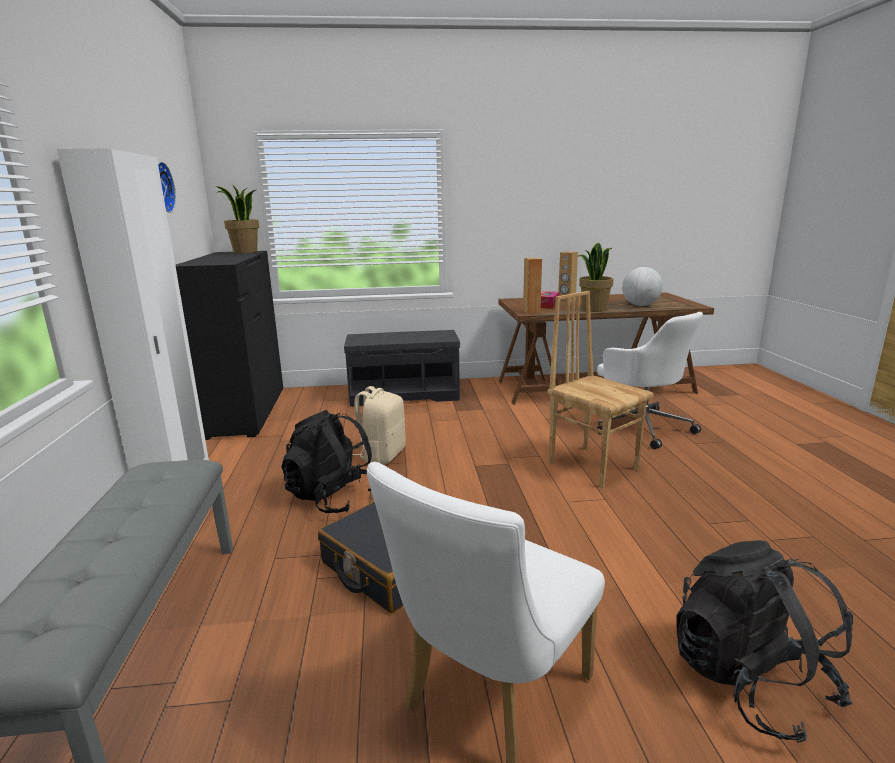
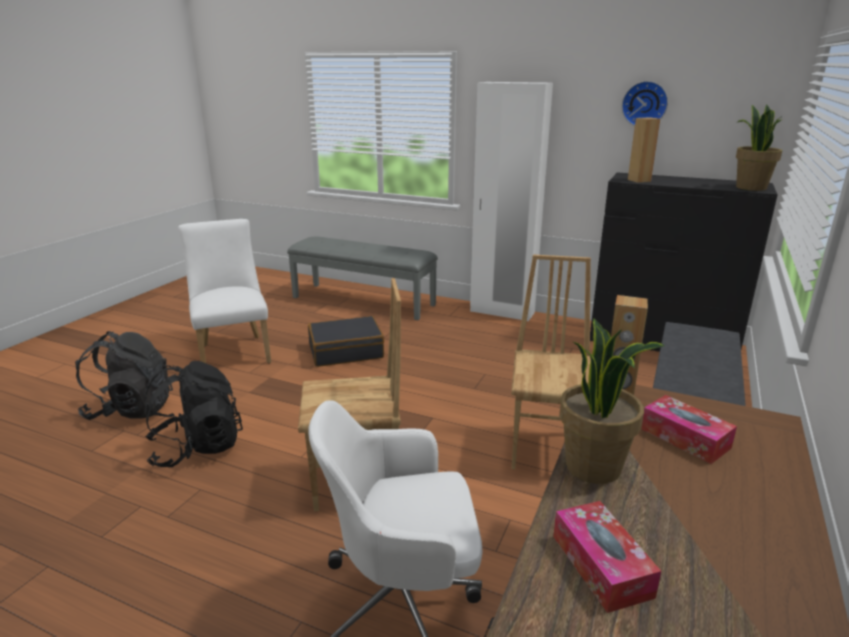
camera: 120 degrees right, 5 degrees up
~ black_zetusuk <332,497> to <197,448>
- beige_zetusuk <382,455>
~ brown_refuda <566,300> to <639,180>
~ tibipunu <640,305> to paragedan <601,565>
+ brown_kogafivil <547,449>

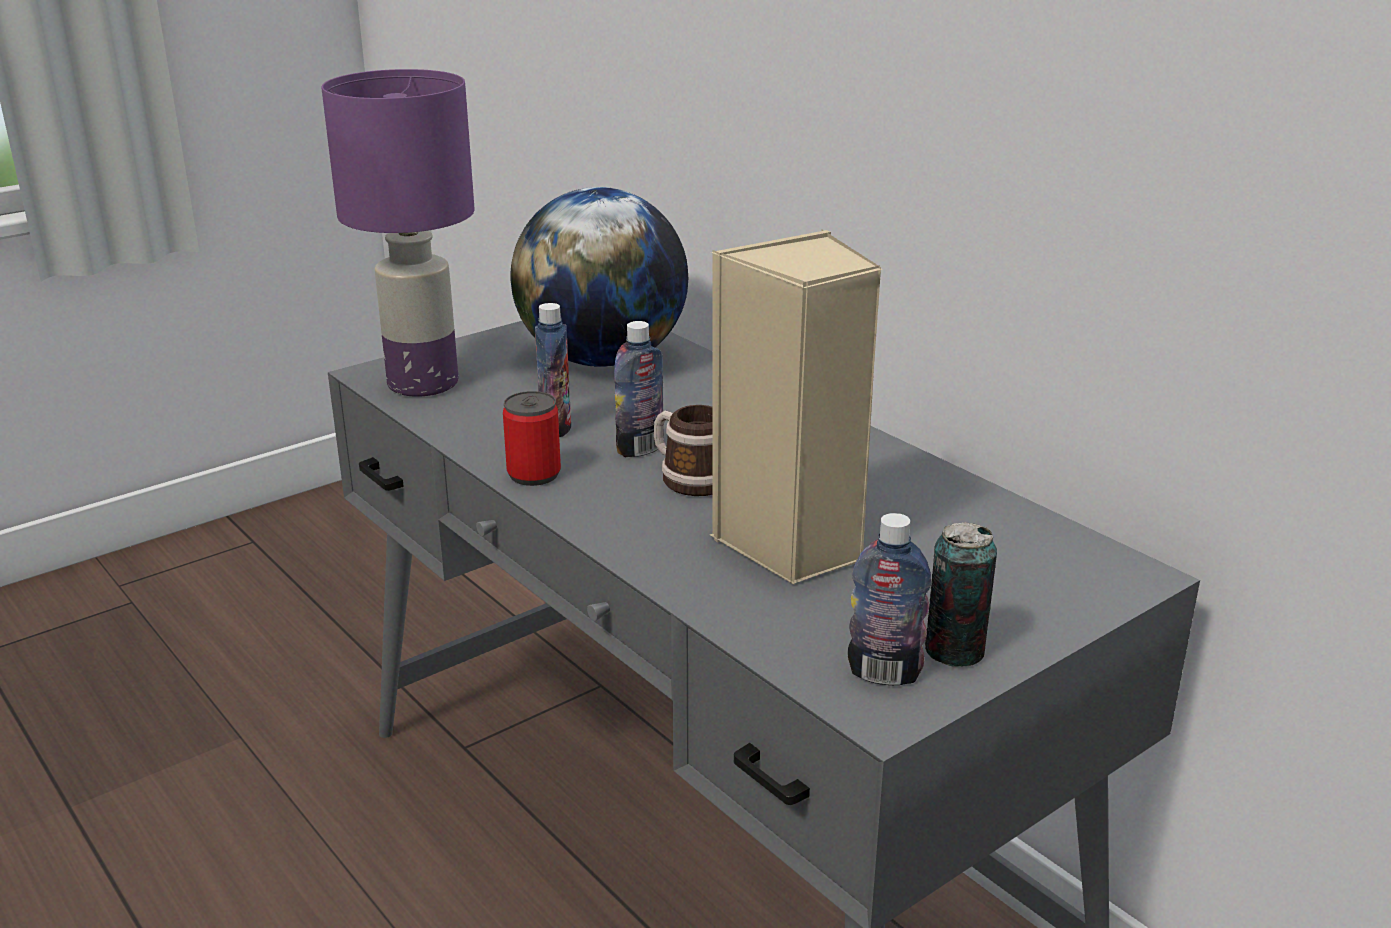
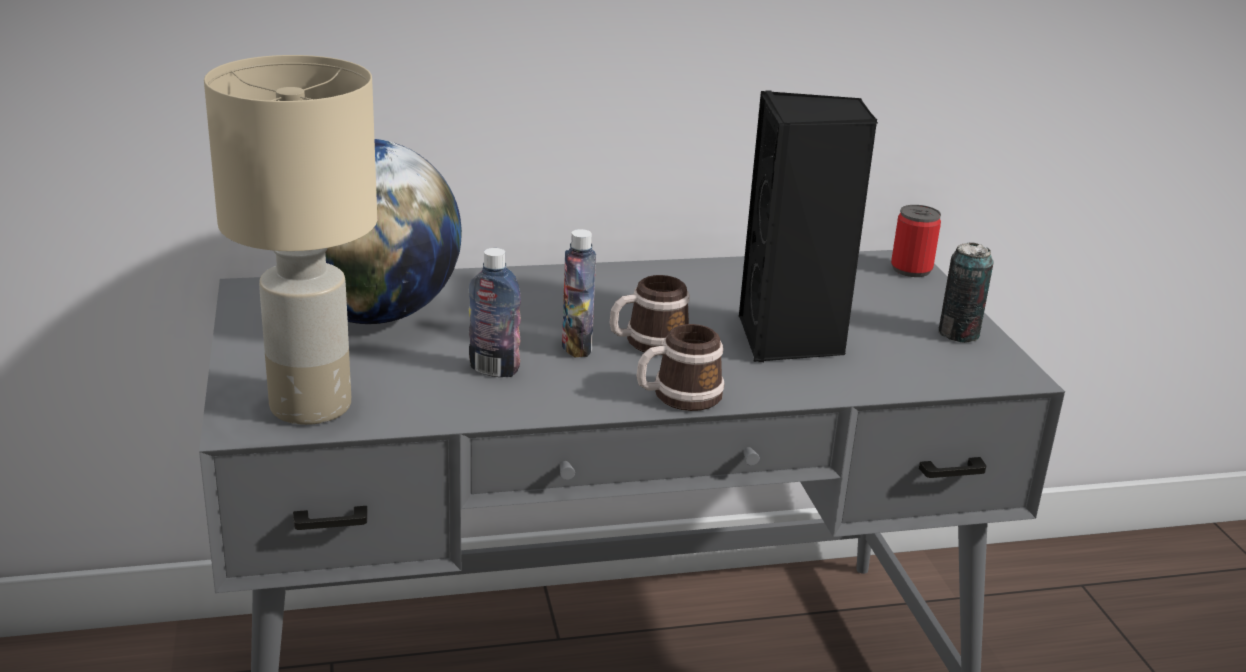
camera: 65 degrees left, 0 degrees up
~ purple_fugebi <422,383> to beige_fugebi <308,406>
~ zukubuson <534,474> to <911,269>
~ beige_refuda <792,546> to black_refuda <791,340>
- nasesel <884,673>
+ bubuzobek <678,397>

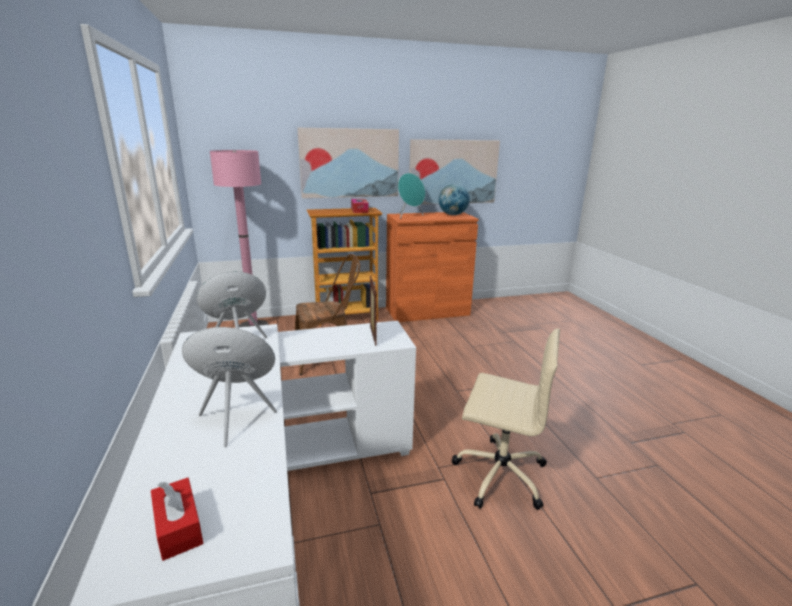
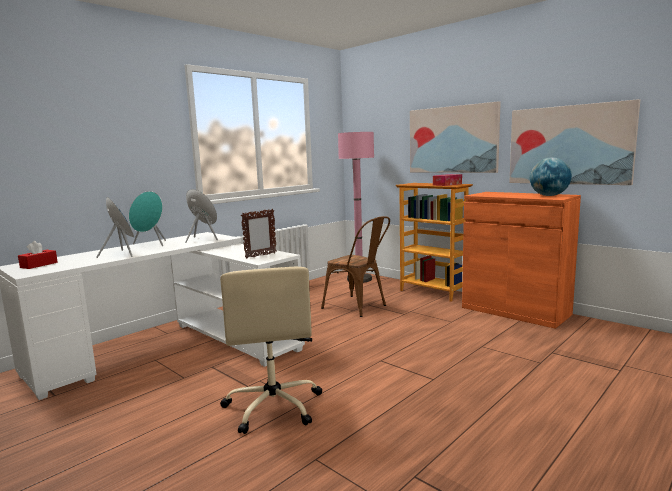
camera: 60 degrees right, 10 degrees down
~ turquoise_refuda <410,216> to <151,244>

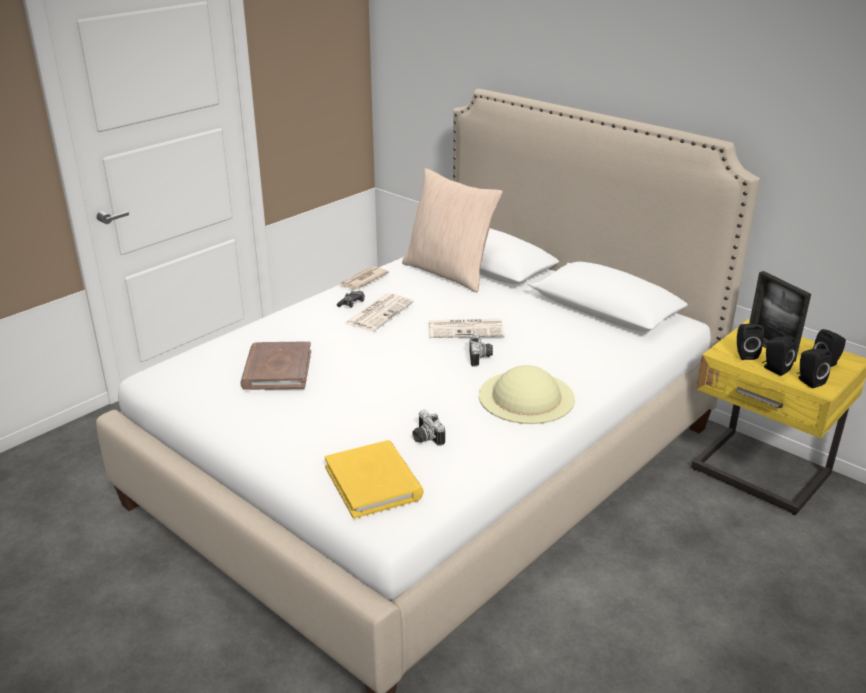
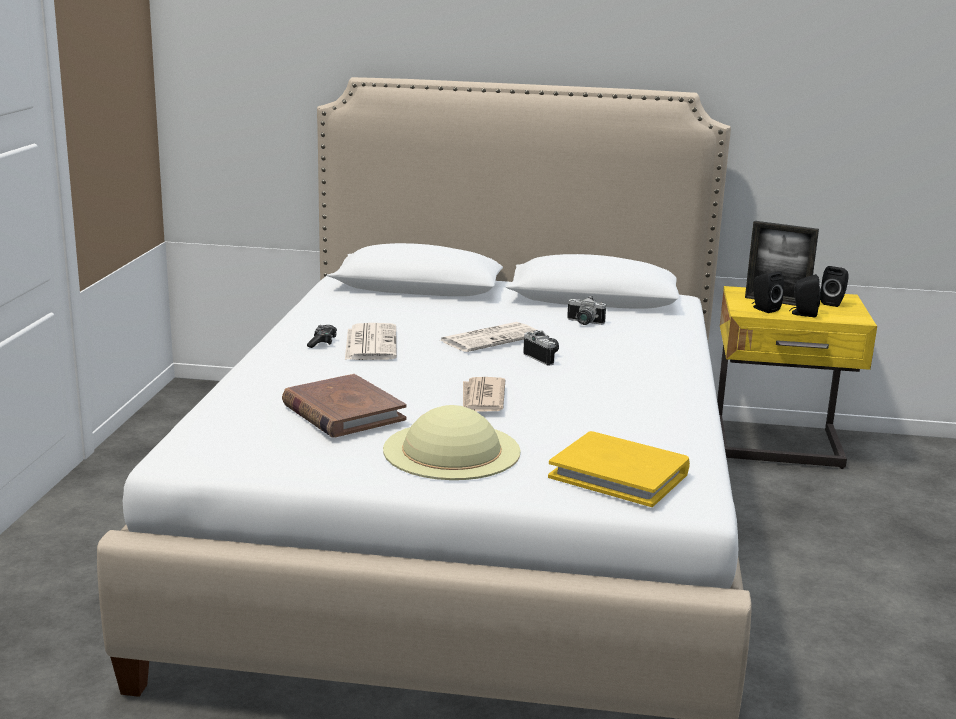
camera: 35 degrees left, 10 degrees down
~ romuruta <363,280> to <482,399>
- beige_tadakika <449,272>
~ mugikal <425,438> to <583,323>
~ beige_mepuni <526,396> to <451,450>
- black_refuda <808,381>

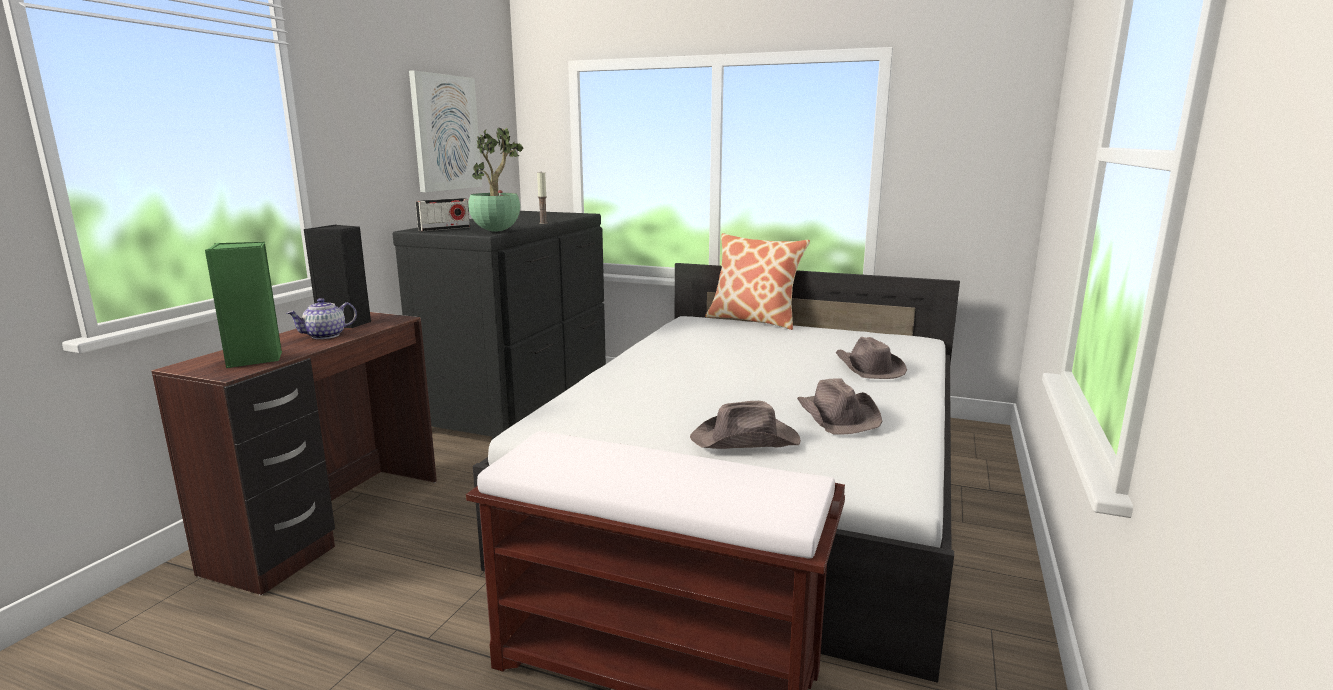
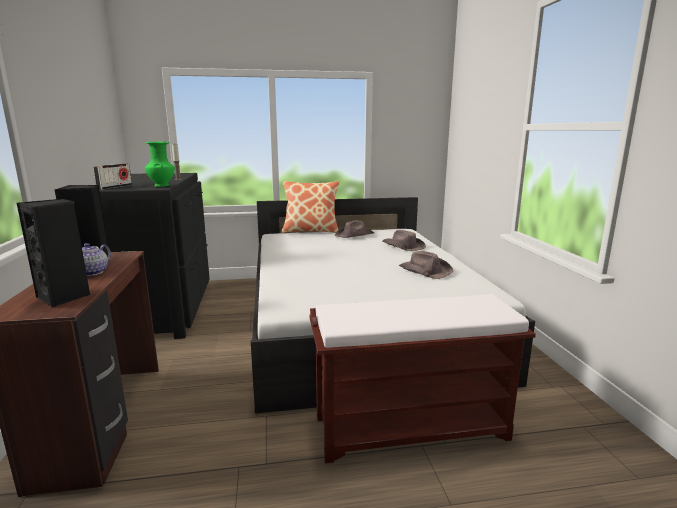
camera: 30 degrees left, 0 degrees up
~ green_refuda <254,359> to black_refuda <64,297>
- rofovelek <445,133>
~ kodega <497,231> to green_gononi <161,185>
~ brown_mepuni <746,440> to <355,235>

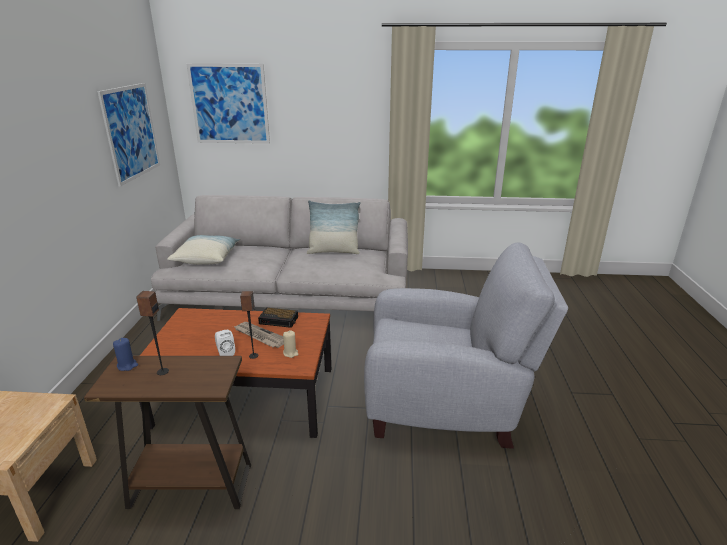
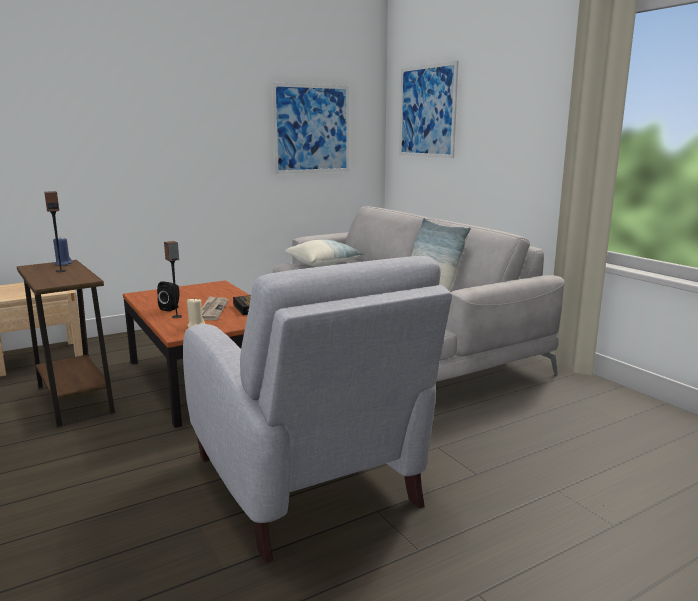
camera: 55 degrees right, 10 degrees down
~ white_refuda <225,353> to black_refuda <171,308>

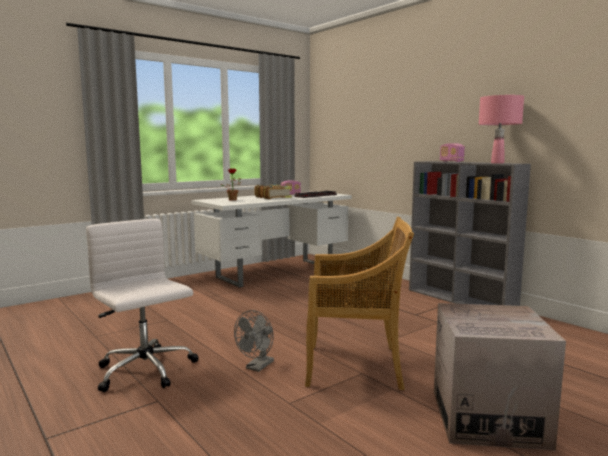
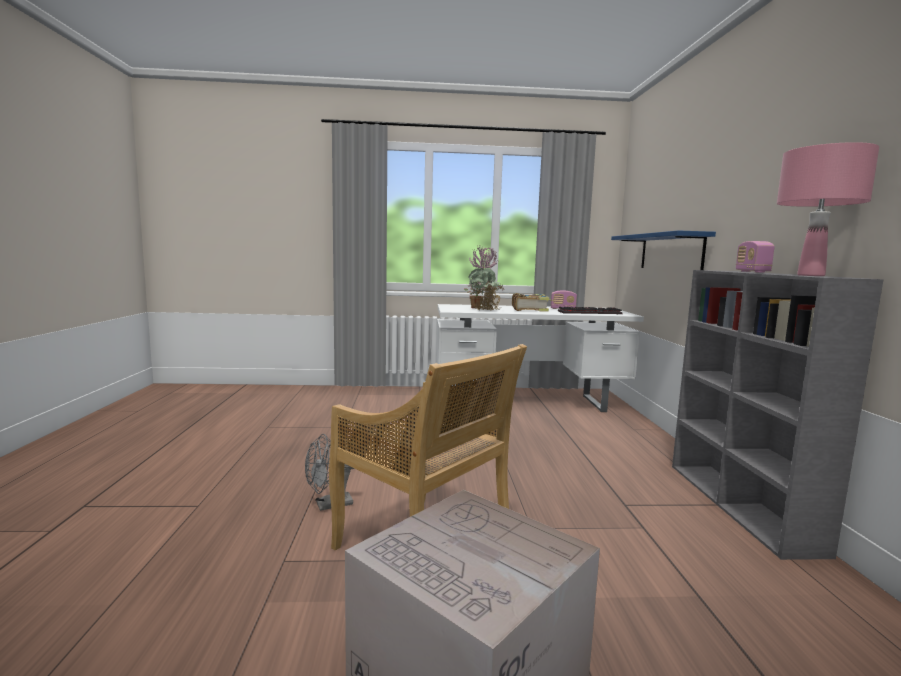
camera: 35 degrees right, 0 degrees up
- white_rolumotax <146,371>
+ kodega <485,311>
+ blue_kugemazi <670,252>

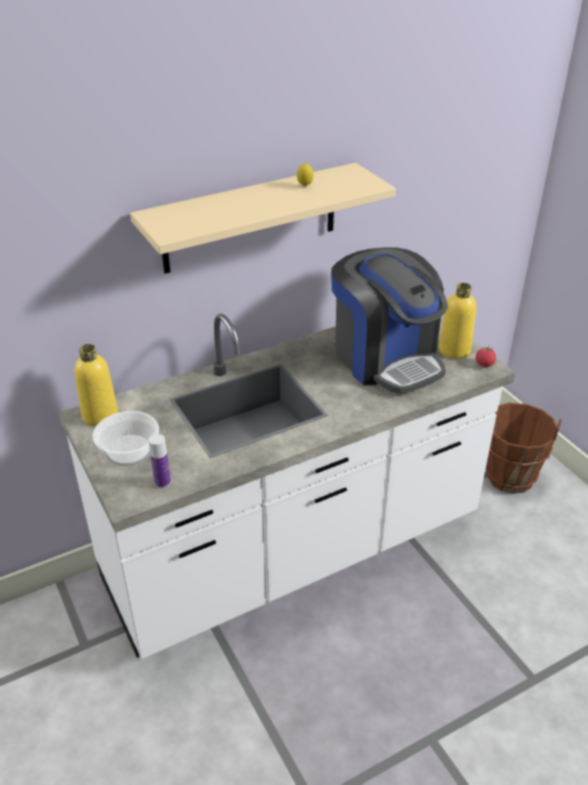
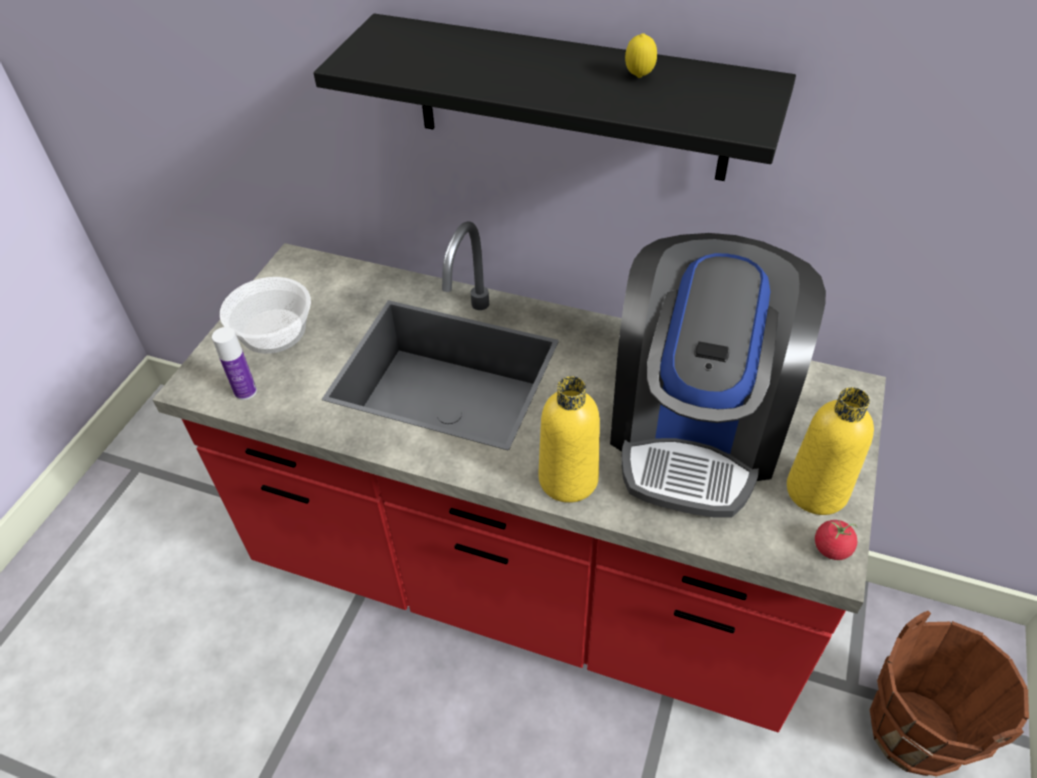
camera: 50 degrees right, 10 degrees up
~ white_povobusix <294,552> to red_povobusix <525,581>
~ yellow_nasesel <100,416> to <568,479>
~ beige_kugemazi <250,218> to black_kugemazi <570,99>

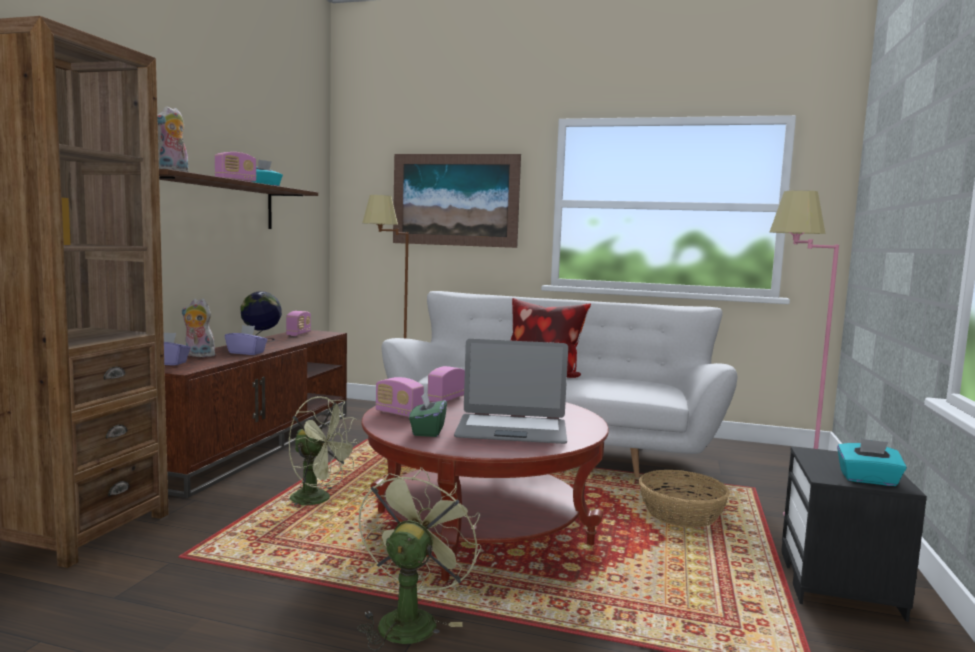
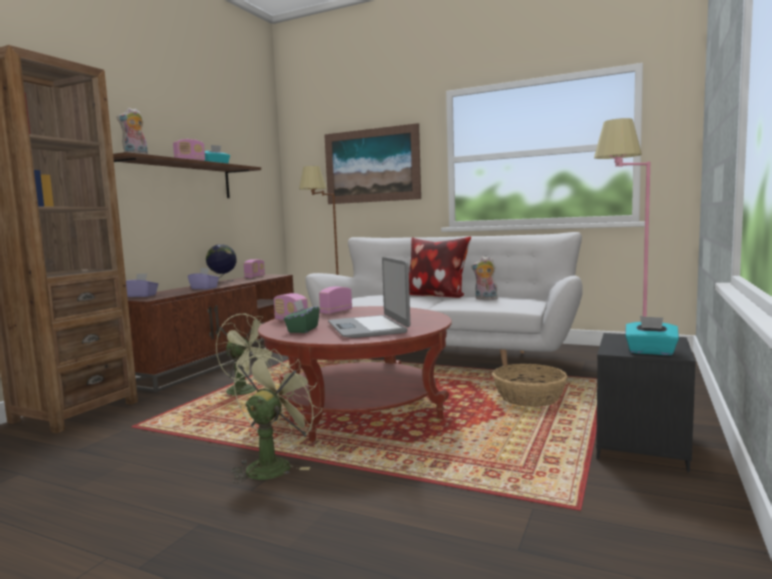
camera: 10 degrees right, 0 degrees up
~ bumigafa <198,355> to <485,299>
~ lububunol <511,430> = <368,328> 60 degrees clockwise

